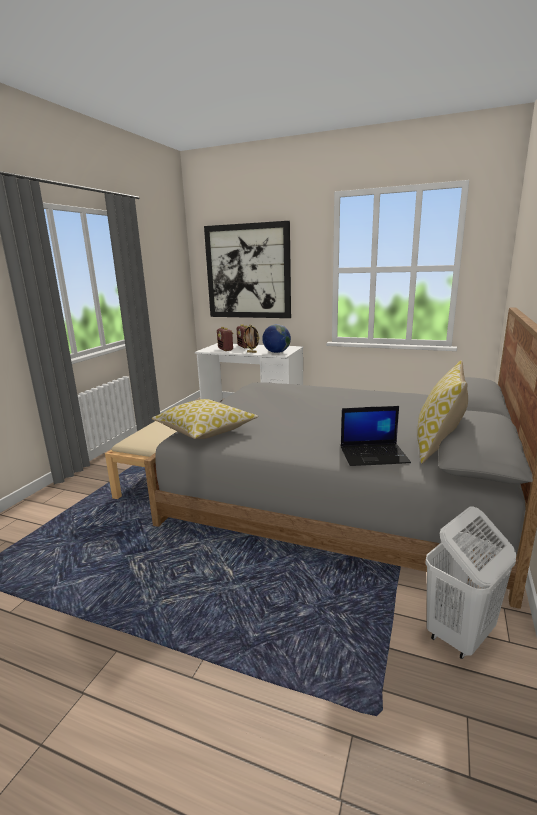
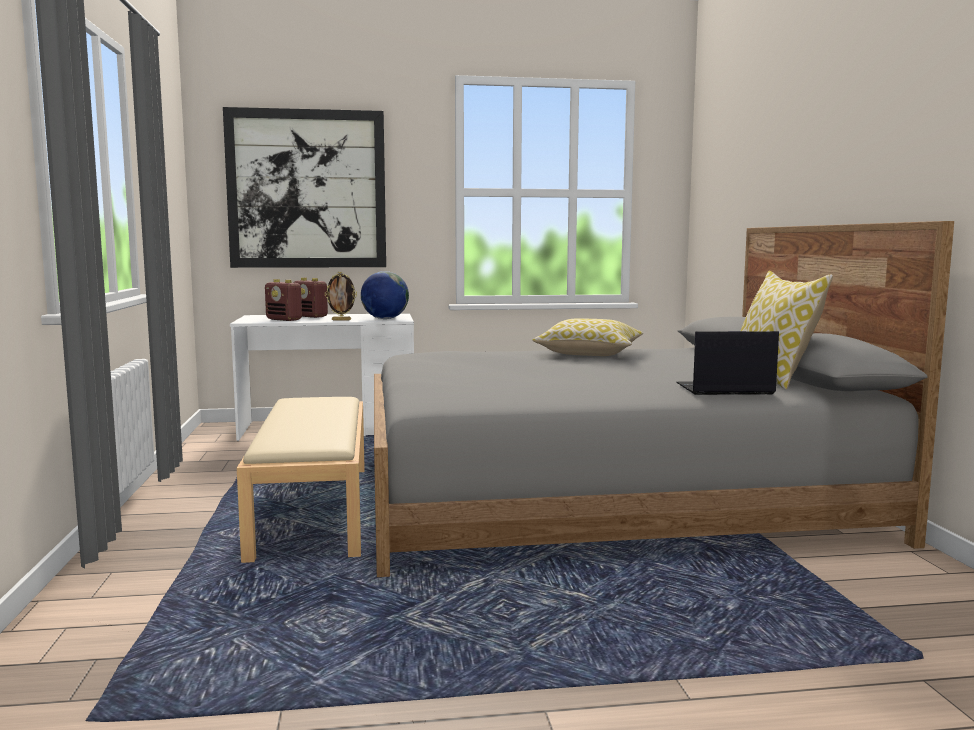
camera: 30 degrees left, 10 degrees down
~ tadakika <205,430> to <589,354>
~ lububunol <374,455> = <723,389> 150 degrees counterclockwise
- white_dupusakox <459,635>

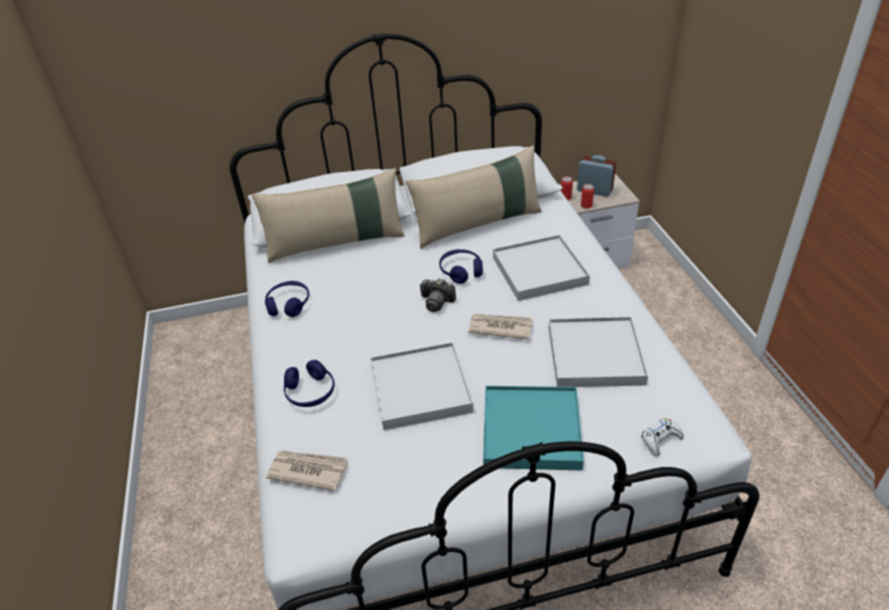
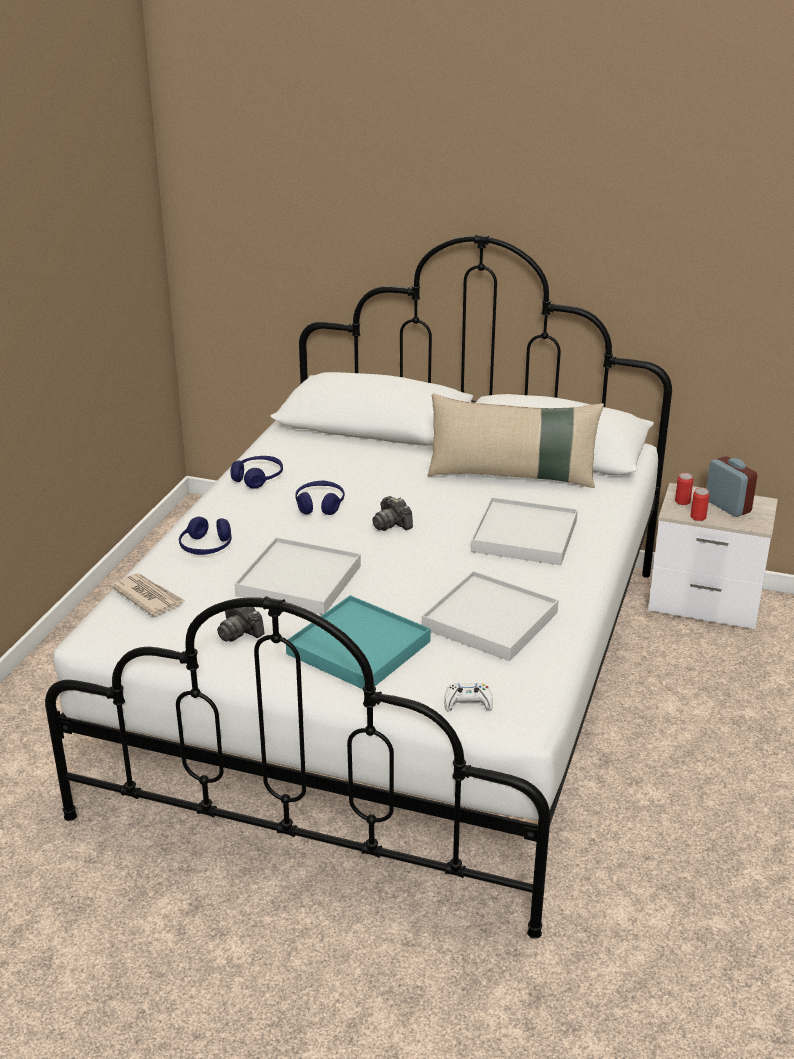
camera: 30 degrees right, 10 degrees down
- beige_tadakika <336,243>
~ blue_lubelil <461,271> to <320,505>
- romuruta <500,327>
+ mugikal <239,632>

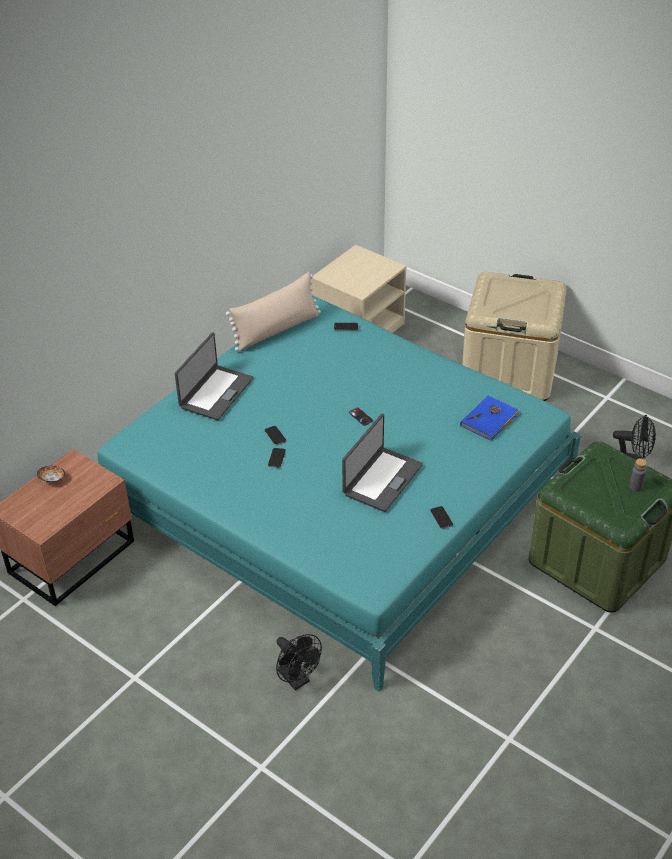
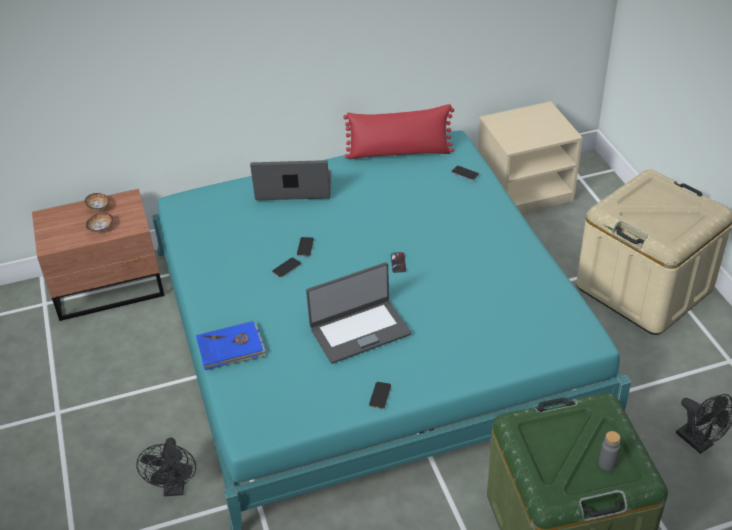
camera: 35 degrees right, 0 degrees up
~ lububunol <215,393> = <293,188> 150 degrees counterclockwise
~ beige_tadakika <276,330> to red_tadakika <399,153>
~ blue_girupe <490,420> to <231,348>
+ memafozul <101,228>

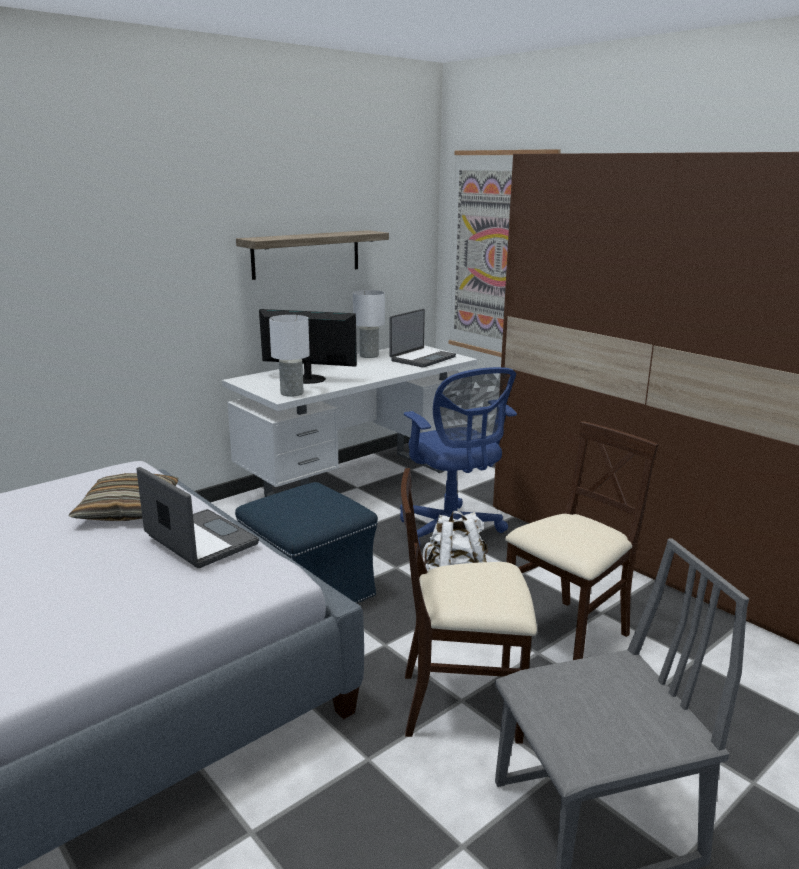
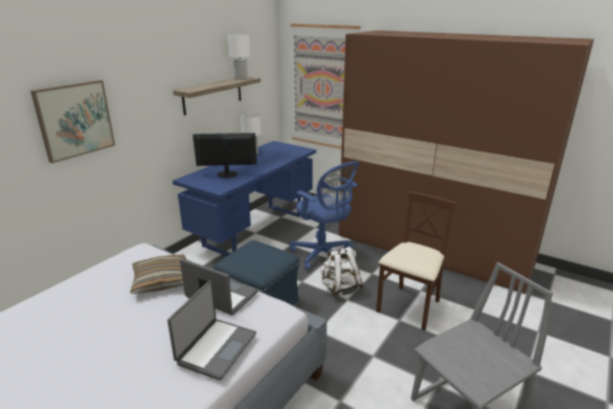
camera: 15 degrees left, 5 degrees up
~ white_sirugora <357,482> to blue_sirugora <254,229>
~ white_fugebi <292,393> to <241,78>
~ lububunol <421,358> to <216,348>
- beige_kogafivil <462,703>
+ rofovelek <75,120>

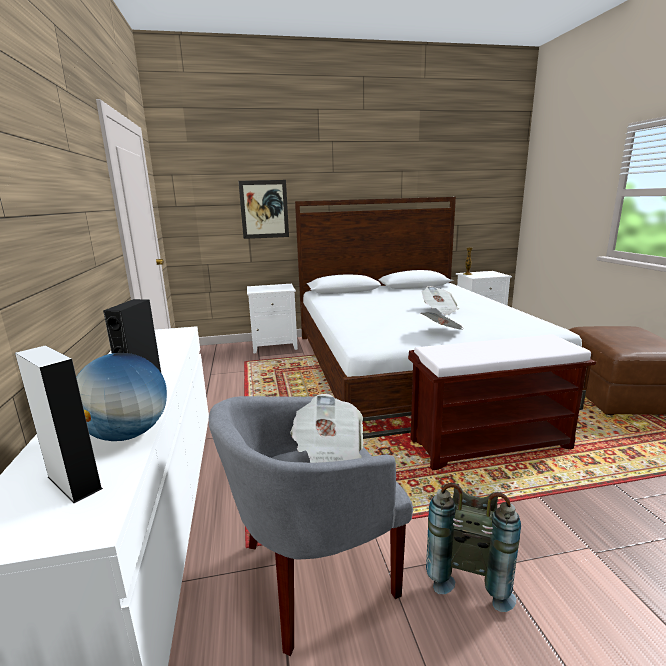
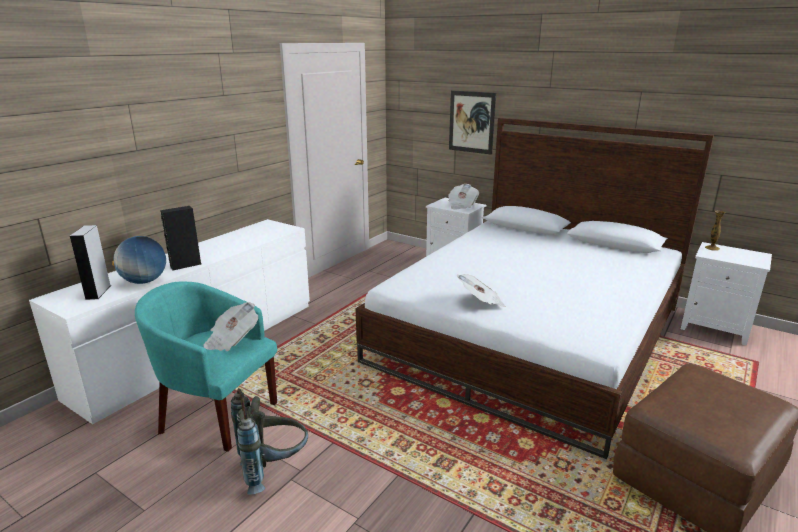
camera: 45 degrees right, 5 degrees up
~ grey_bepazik <313,574> to turquoise_bepazik <216,414>
- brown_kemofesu <491,444>
~ romuruta <439,310> to <462,205>

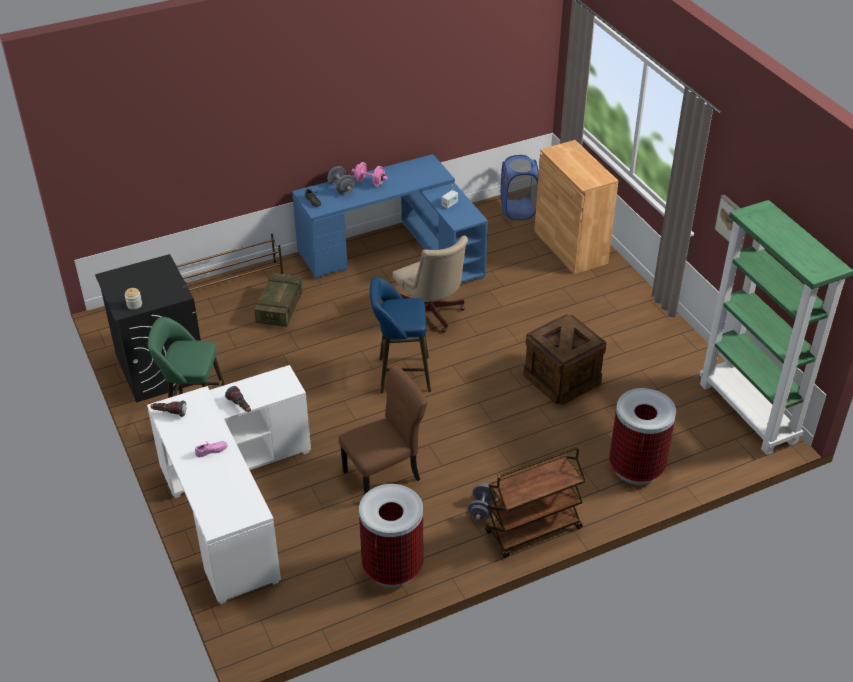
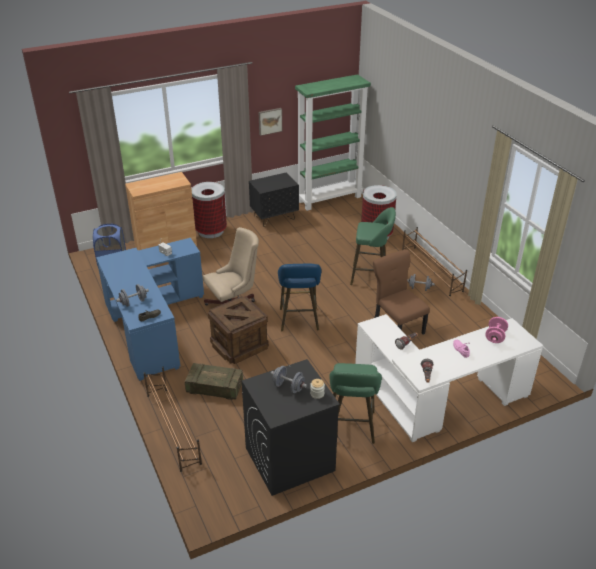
camera: 90 degrees left, 5 degrees down
~ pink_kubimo <369,182> to <495,337>
~ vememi <392,567> to <211,231>
~ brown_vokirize <533,531> to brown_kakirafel <431,271>
~ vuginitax <561,379> to <238,345>
+ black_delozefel <274,218>
+ grey_kubimo <288,387>
+ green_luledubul <371,276>

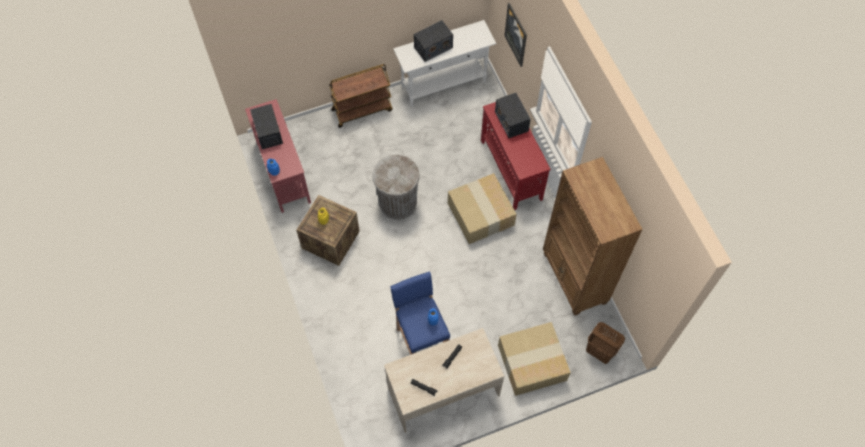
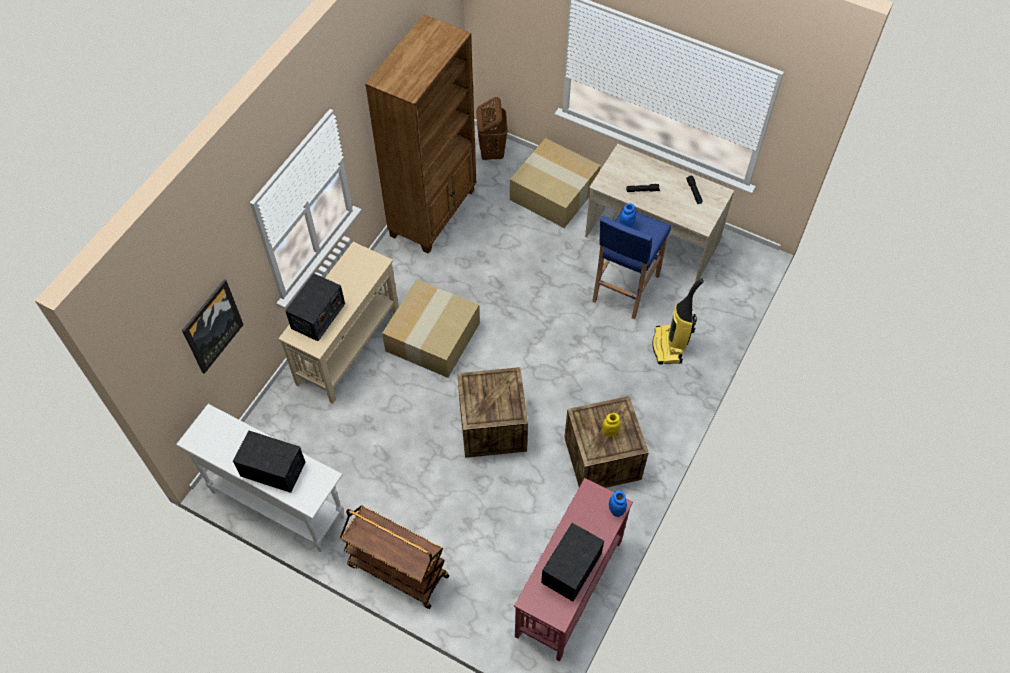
camera: 130 degrees left, 5 degrees down
~ grey_vememi <398,202> to vuginitax <492,427>
~ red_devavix <511,170> to beige_devavix <349,346>
+ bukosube <669,346>

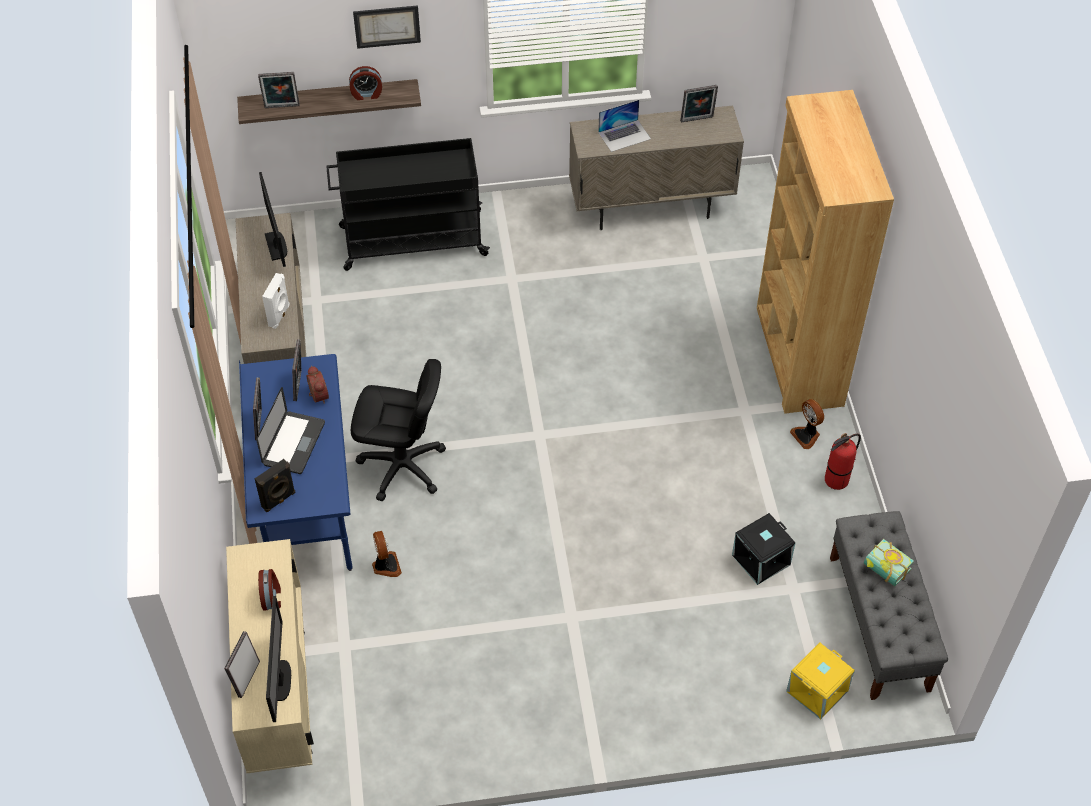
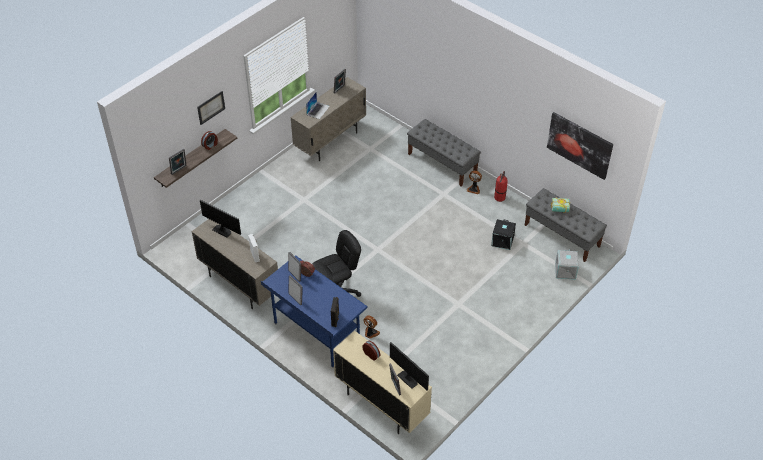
camera: 40 degrees left, 5 degrees down
- lububunol <294,443>
- black_vokirize <411,241>
~ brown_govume <798,357> to grey_kemofesu <442,163>
~ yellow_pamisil <817,692> to grey_pamisil <565,271>
+ rofovelek <579,145>

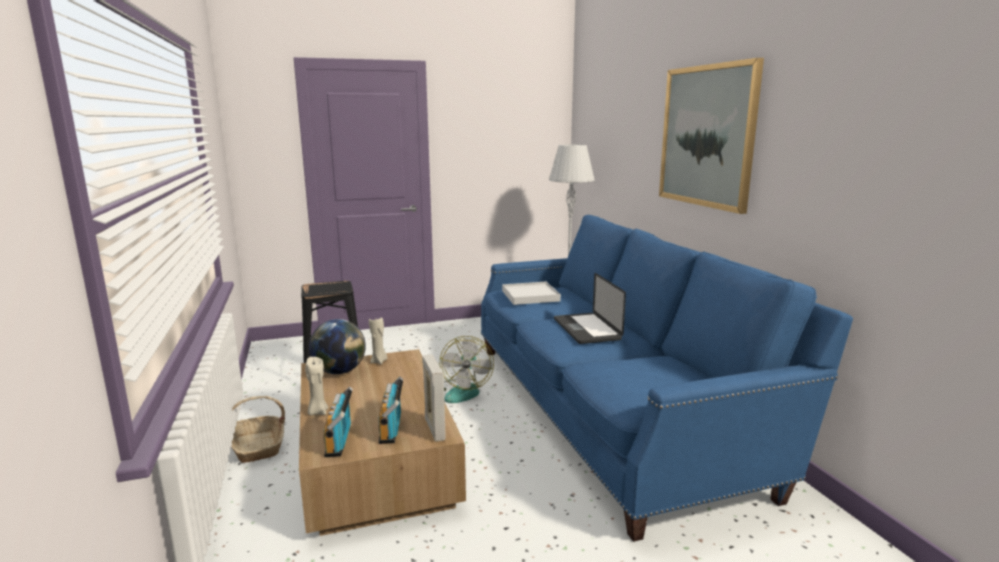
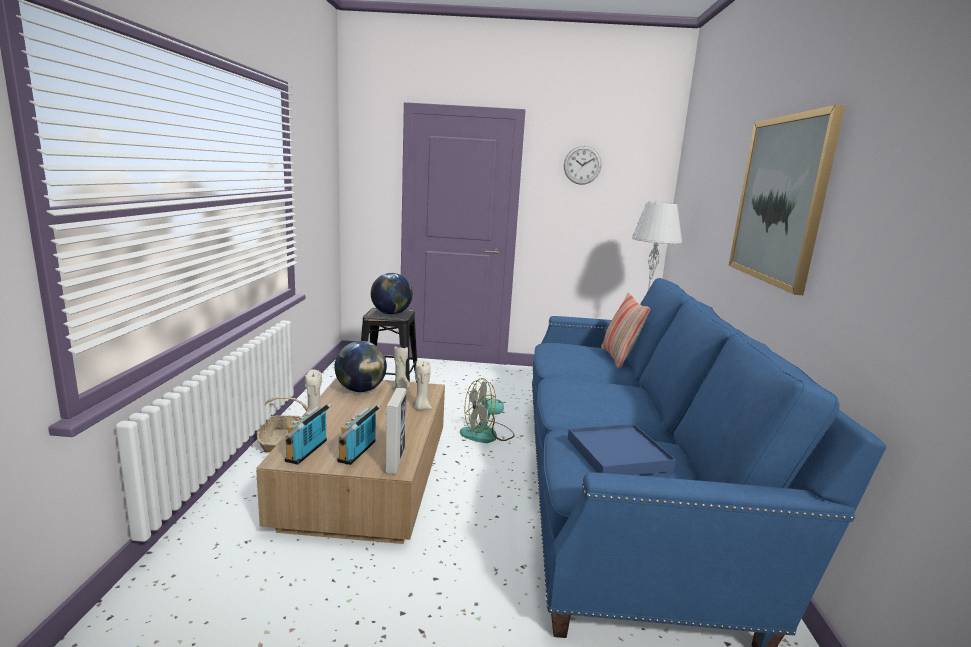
camera: 20 degrees right, 0 degrees up
~ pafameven <463,391> = <487,434> 45 degrees clockwise
- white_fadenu <530,296>
- lububunol <586,329>
+ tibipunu <391,313>
+ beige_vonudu <421,407>
+ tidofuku <582,165>
+ blue_fadenu <618,454>
+ tadakika <619,358>

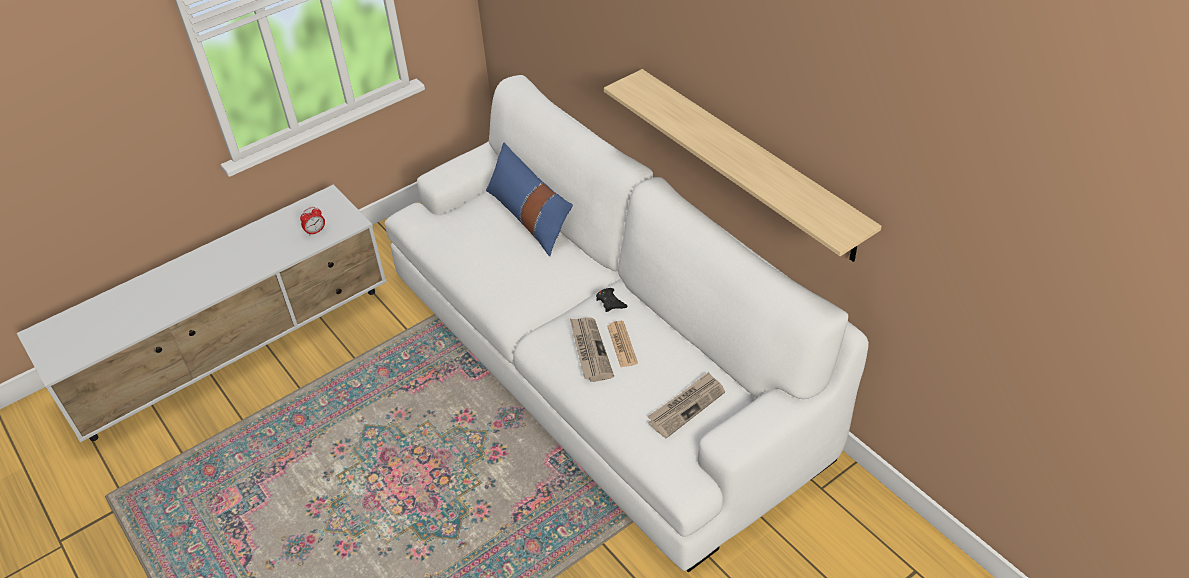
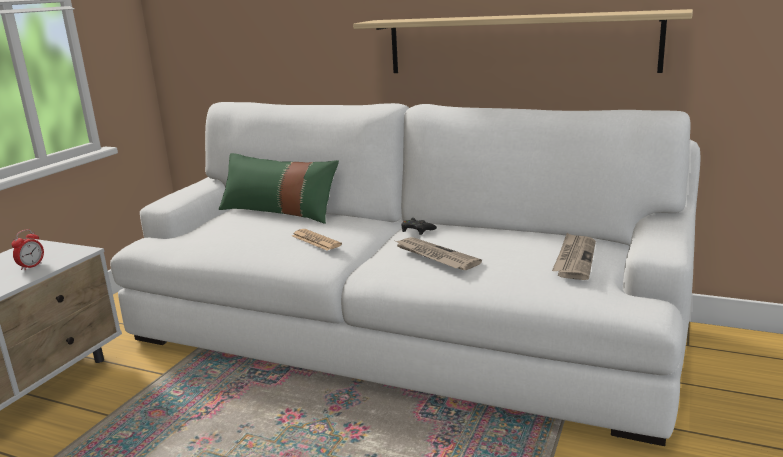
camera: 30 degrees left, 25 degrees down
~ blue_tadakika <529,217> to green_tadakika <279,212>
~ romuruta <622,344> to <316,240>

